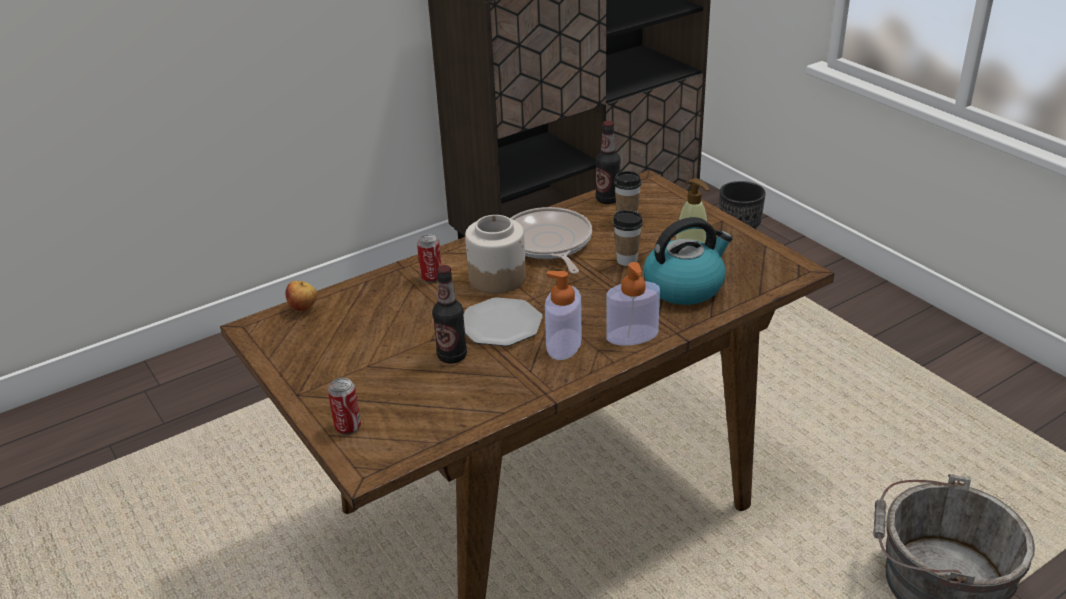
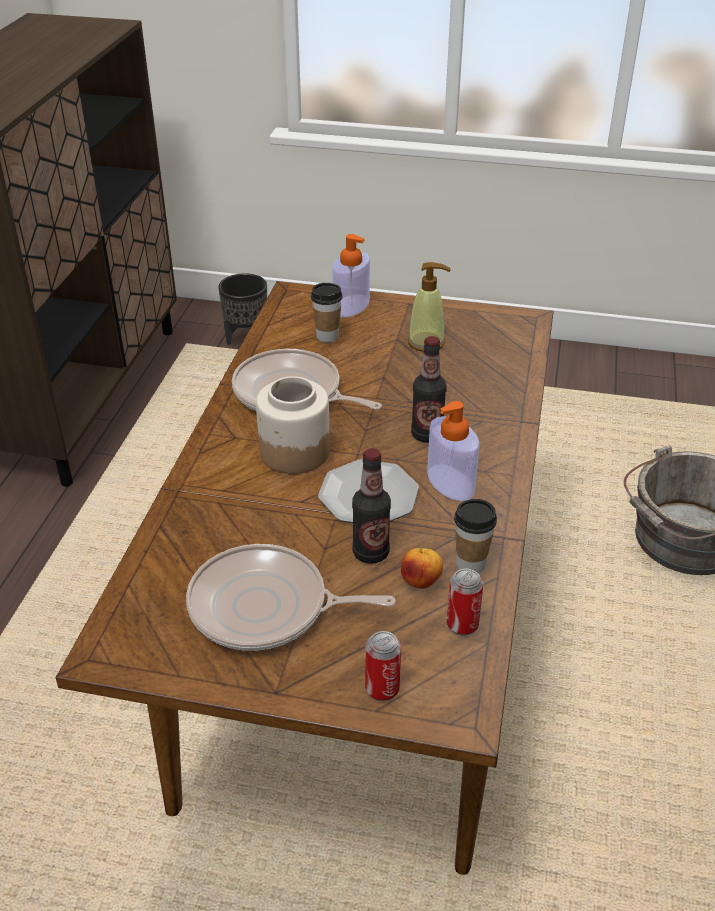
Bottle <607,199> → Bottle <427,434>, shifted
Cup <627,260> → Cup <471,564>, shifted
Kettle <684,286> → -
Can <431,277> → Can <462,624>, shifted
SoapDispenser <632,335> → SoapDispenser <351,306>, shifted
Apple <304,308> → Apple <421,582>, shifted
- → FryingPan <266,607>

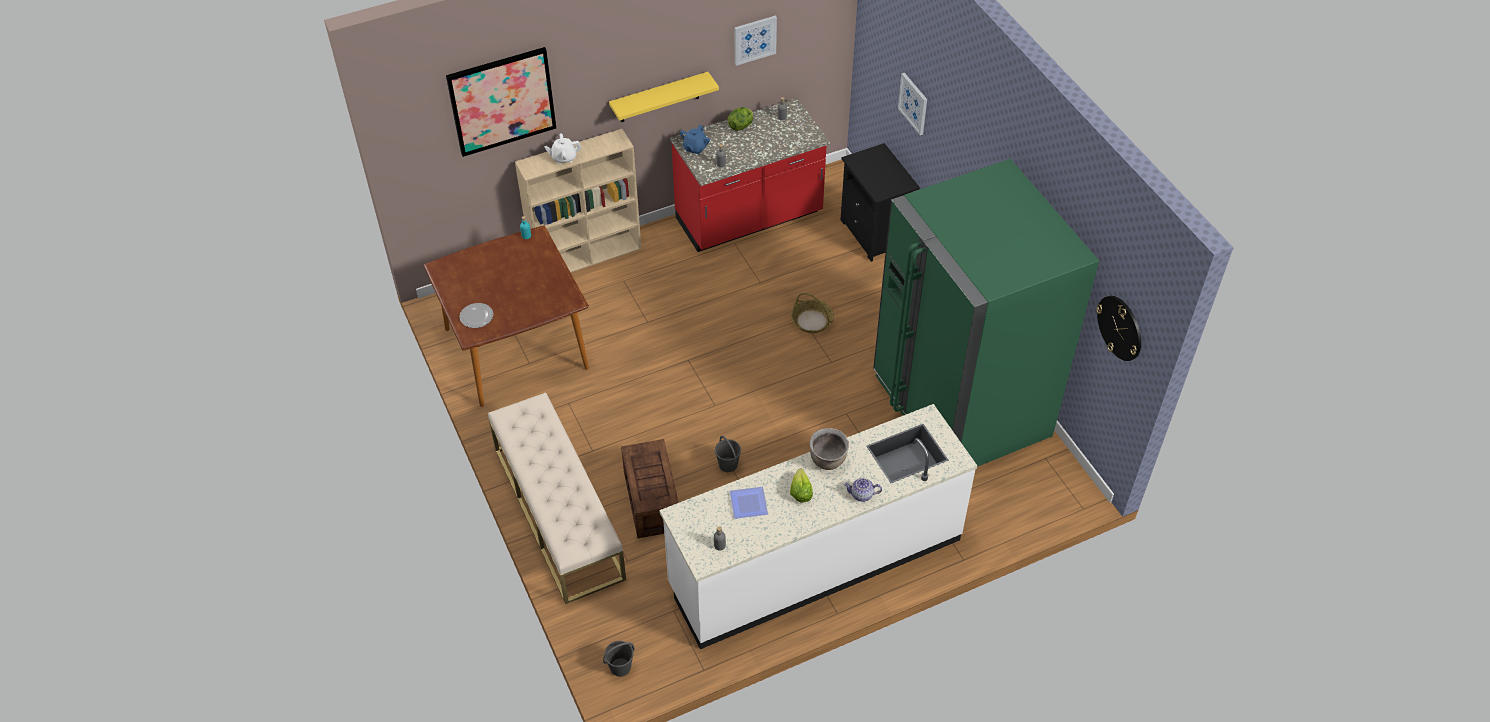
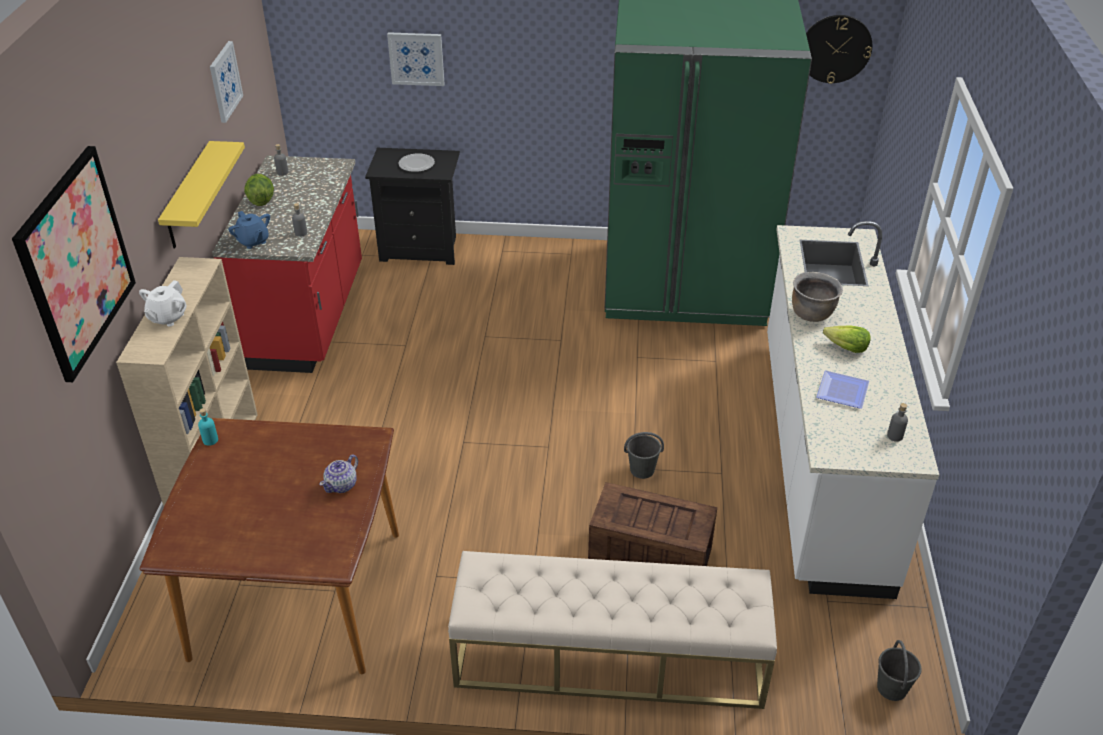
Basket <812,321> → -
Plate <476,317> → Plate <417,164>, shifted
Teapot <862,495> → Teapot <342,485>, shifted

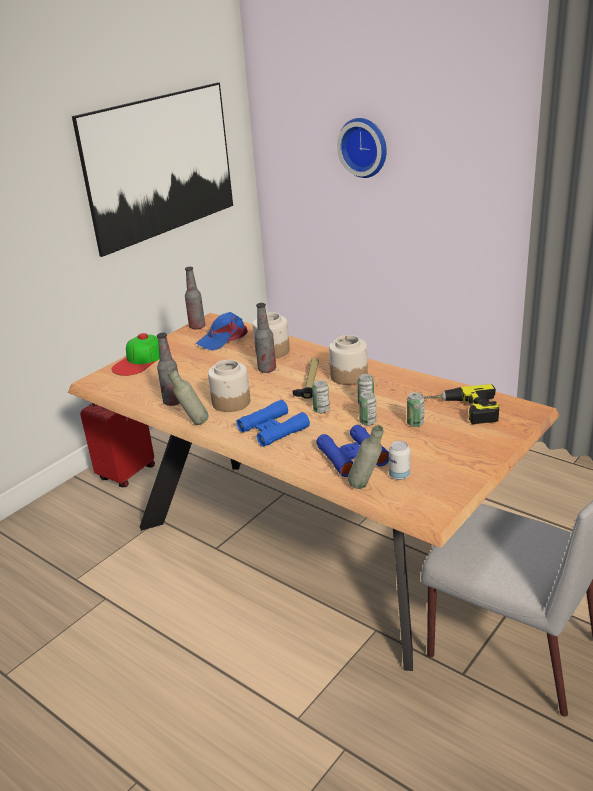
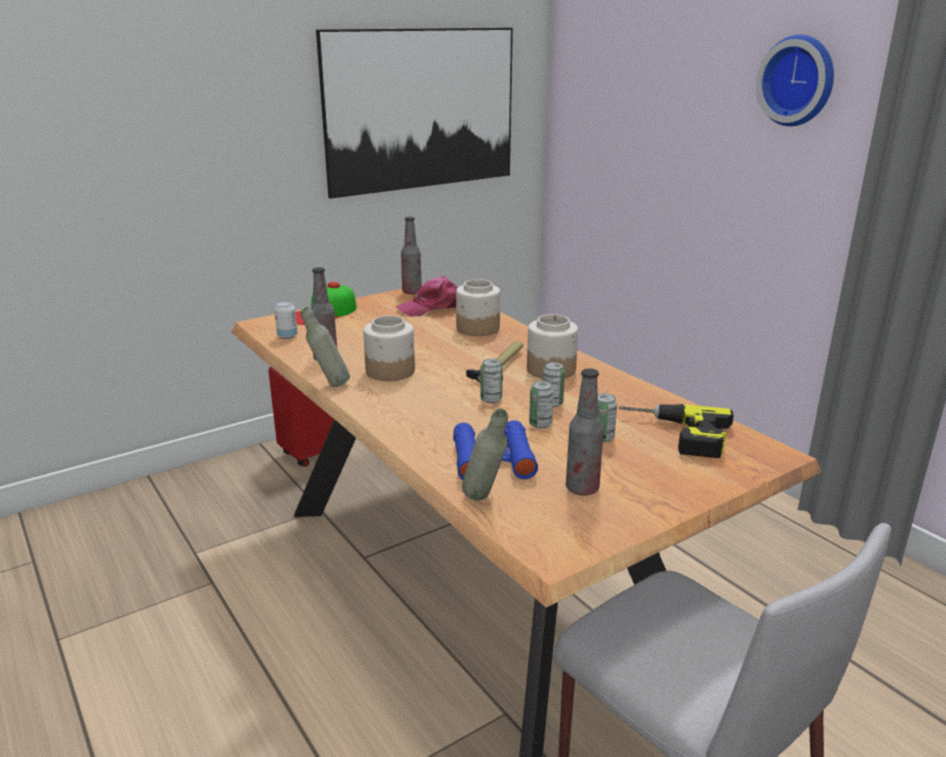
WallClock <364,147> → WallClock <798,80>, shifted
Bottle <267,369> → Bottle <582,488>, shifted
BlueCap <223,338> → PinkCap <432,307>
BlueBinoculars <273,429> → -
Can <399,475> → Can <287,336>, shifted

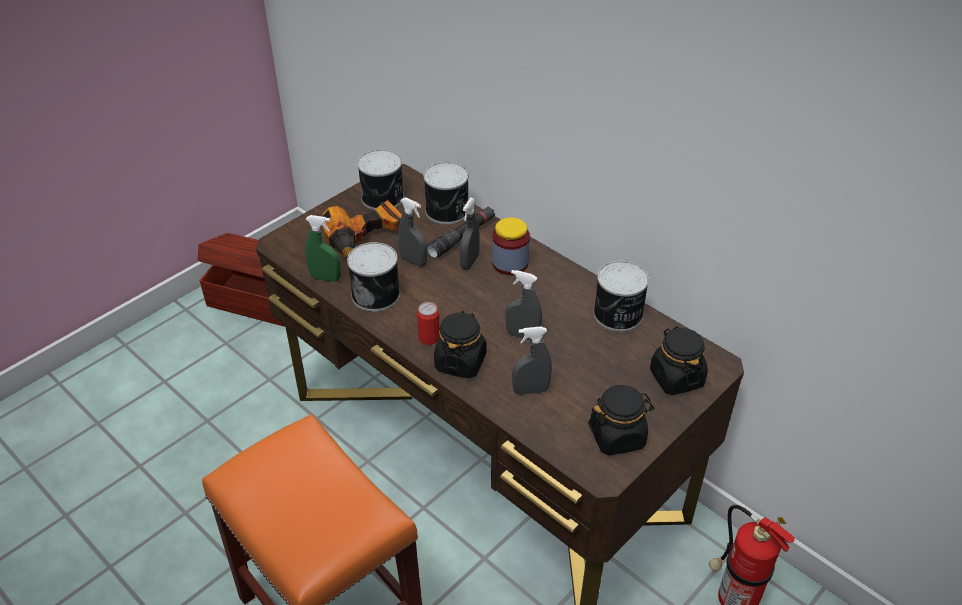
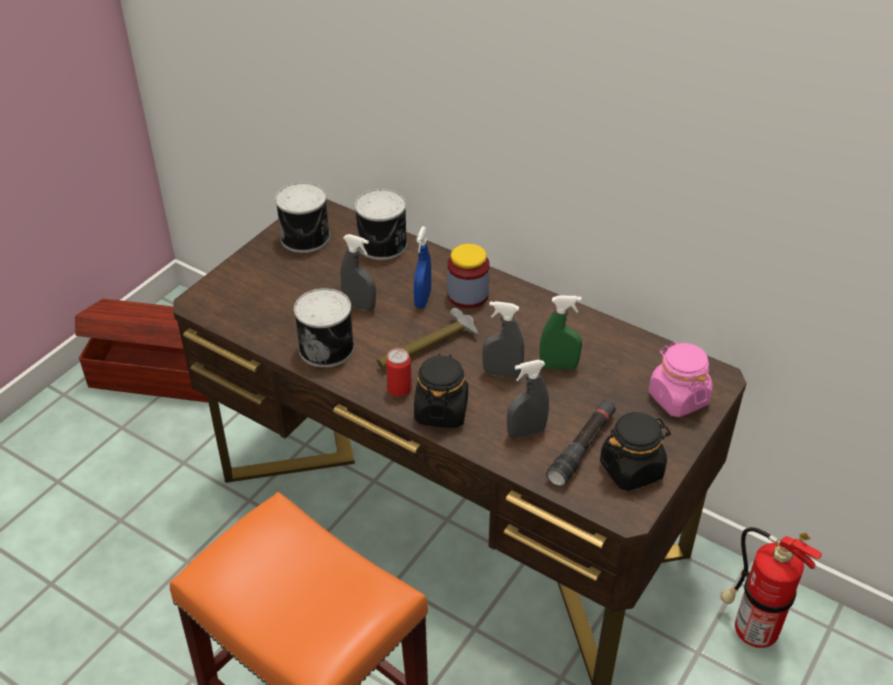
GreySprayBottle <469,262> → BlueSprayBottle <423,299>
PowerDrill <367,240> → -
BlackFlashlight <462,237> → BlackFlashlight <582,448>, shifted
GreenSprayBottle <325,278> → GreenSprayBottle <558,366>, shifted
Can <618,315> → -
BlackJar <676,378> → PinkJar <677,398>
- → Hammer <427,347>

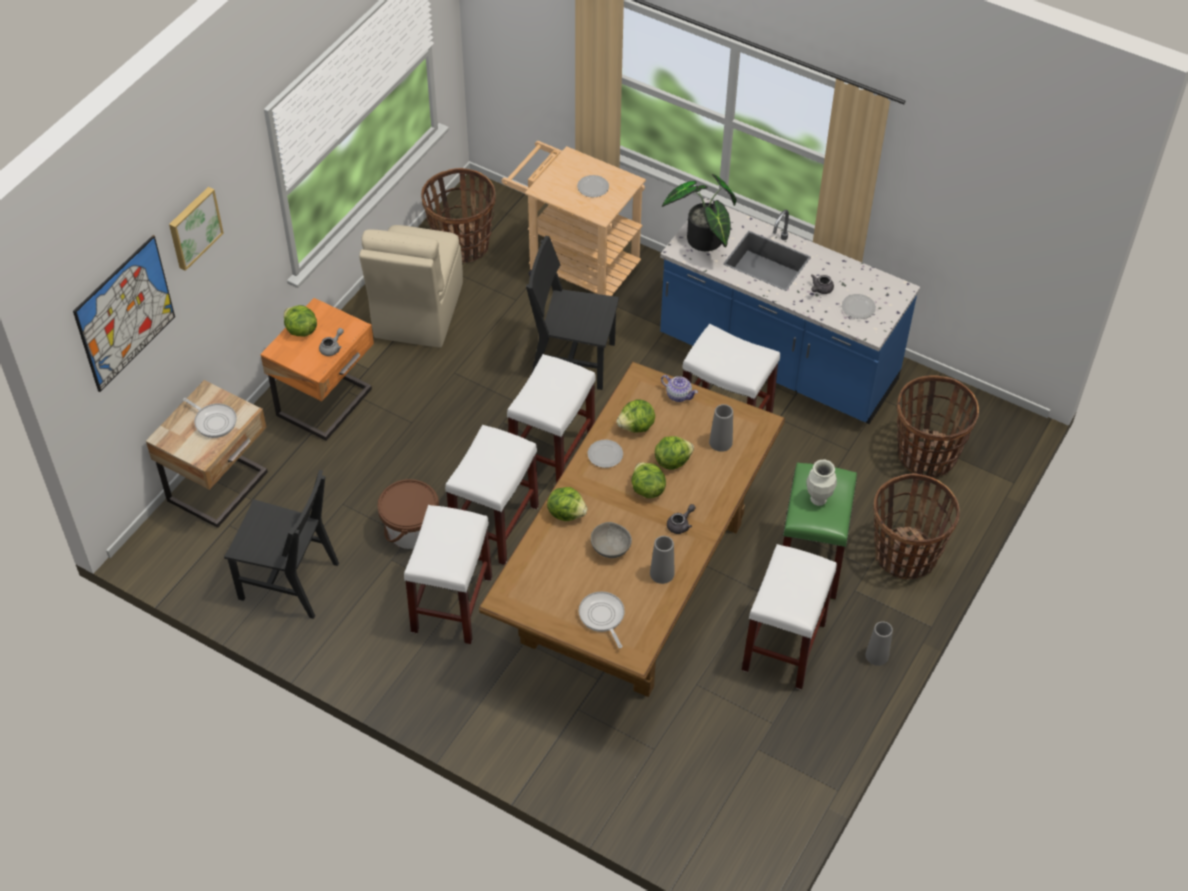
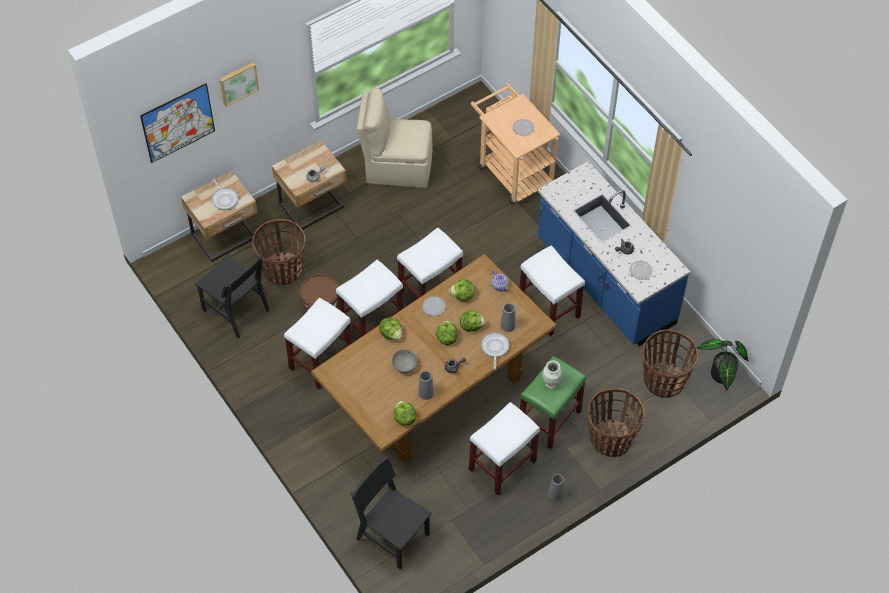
Basket <462,245> → Basket <282,270>, shifted
PottedPlant <703,243> → PottedPlant <721,376>, shifted
BeigeChair <417,313> → BeigeChair <397,167>, 60 degrees clockwise
BlackChair <572,360> → BlackChair <392,536>, shifted
OrangeNightstand <327,404> → BeigeNightstand <313,207>
Lettuce <300,330> → Lettuce <404,418>, shifted
FryingPan <602,617> → FryingPan <494,348>, shifted

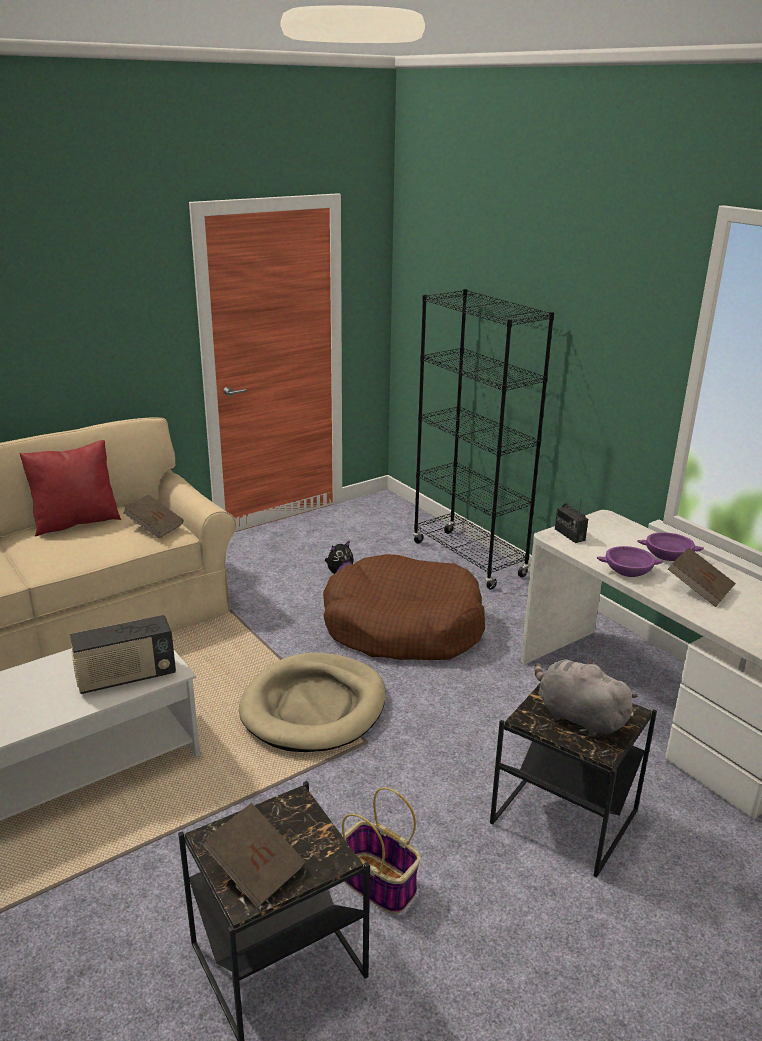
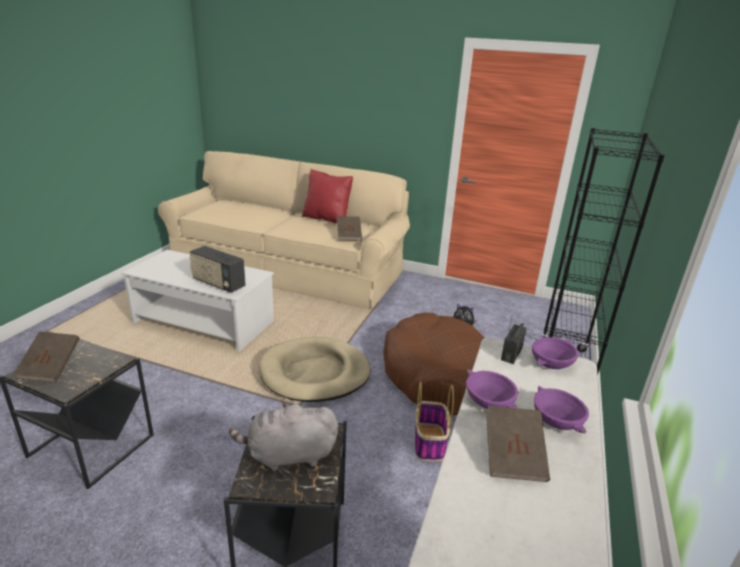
GreyPlushToy <577,717> → GreyPlushToy <288,455>, 105 degrees counterclockwise
Basket <379,883> → Basket <429,443>, shifted
- → PurpleBowl <552,362>

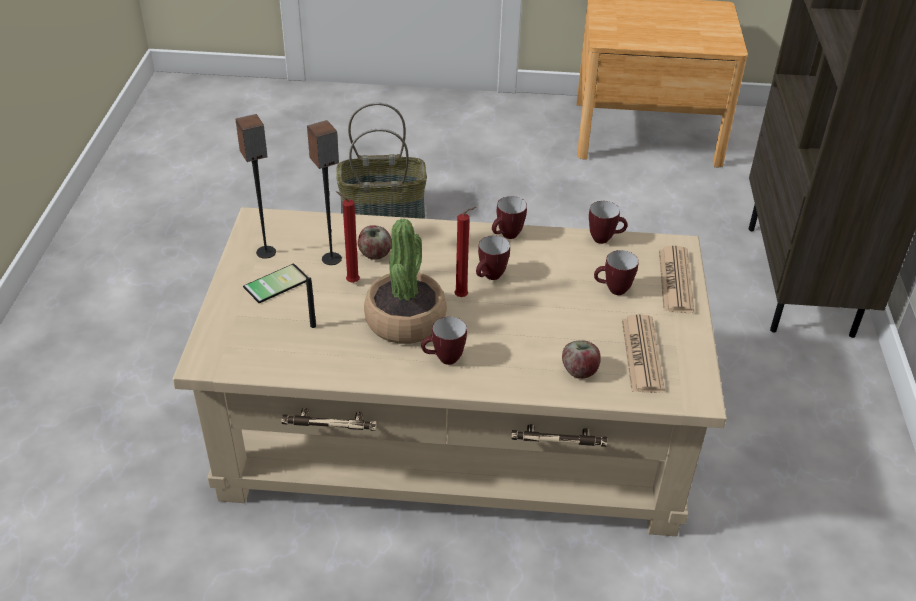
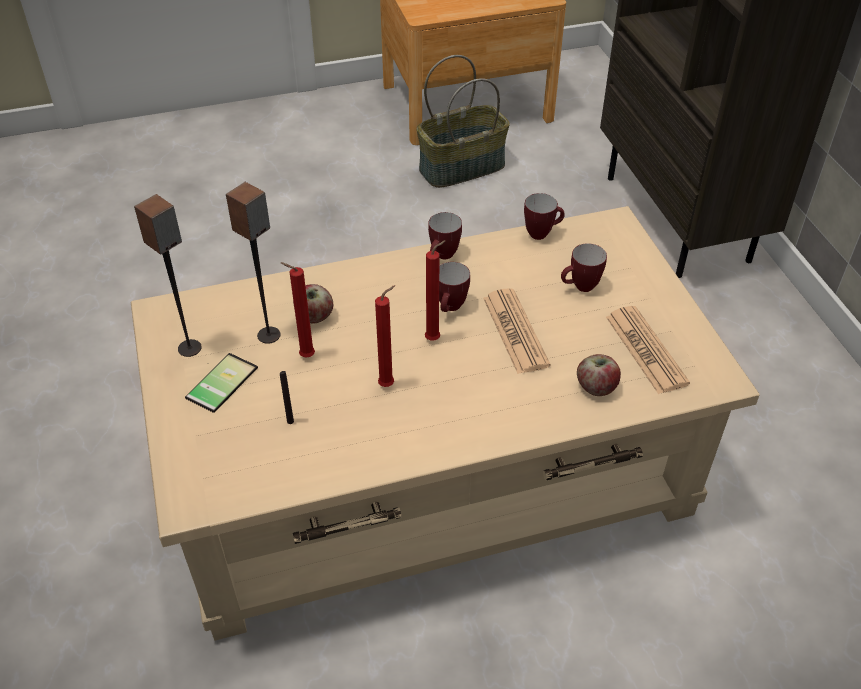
Basket <383,212> → Basket <462,166>, shifted
PottedPlant <405,321> → RedCandle <388,384>
Newspaper <675,280> → Newspaper <515,331>, shifted
Mug <443,360> → -

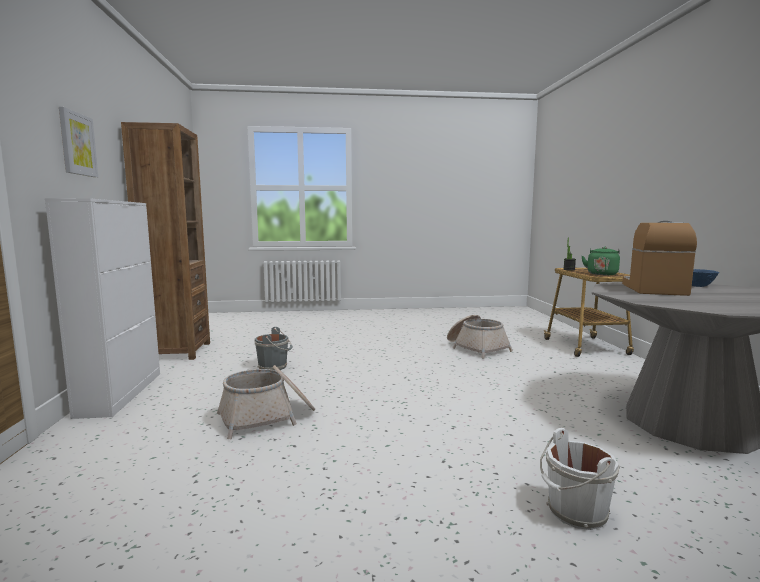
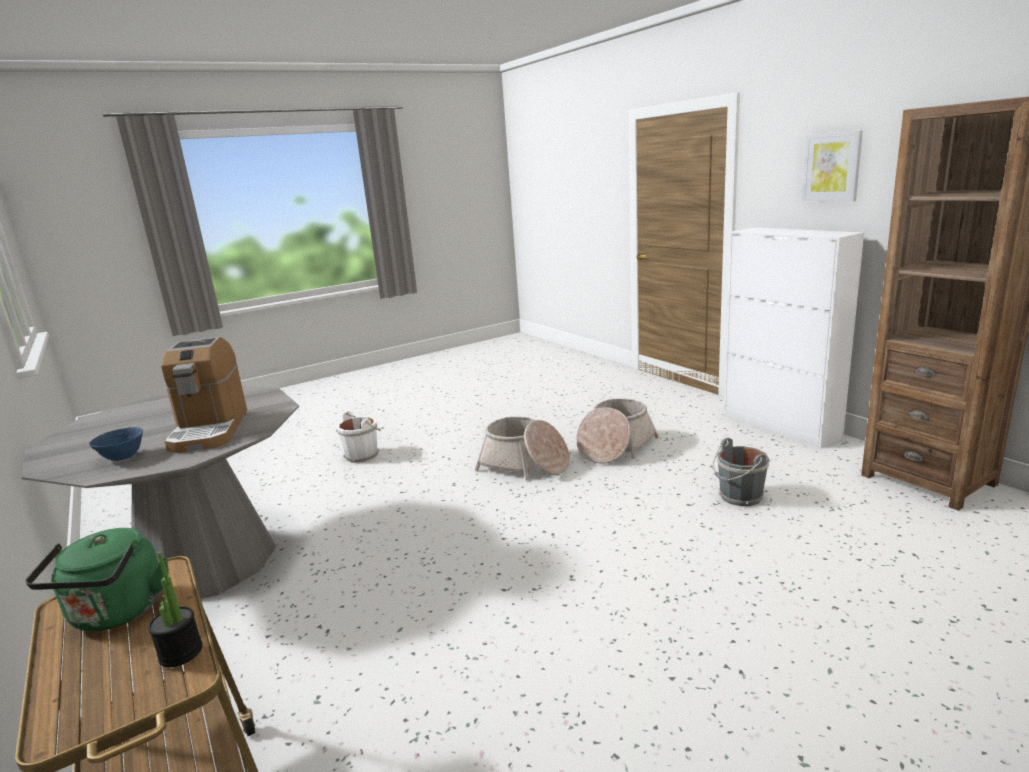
Basket <476,348> → Basket <525,465>, shifted

